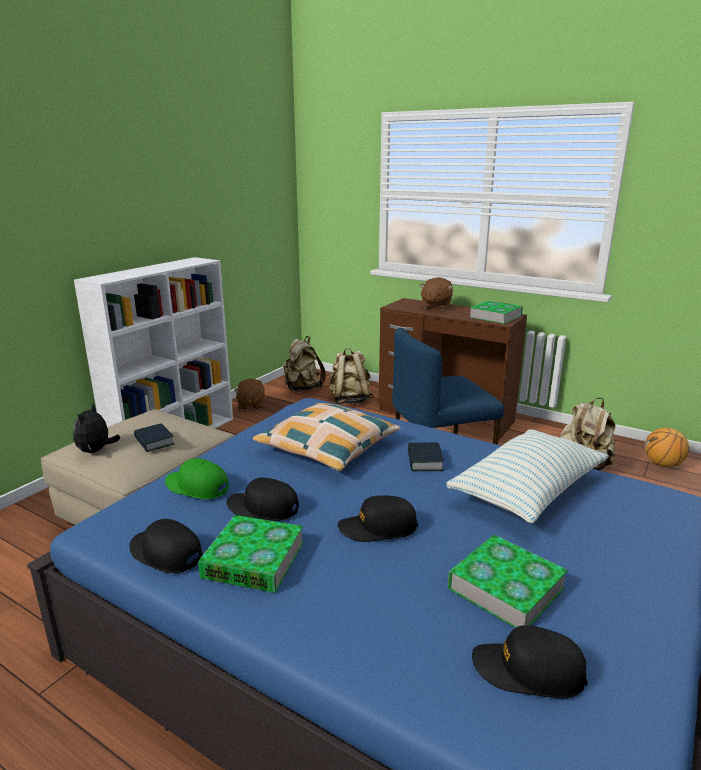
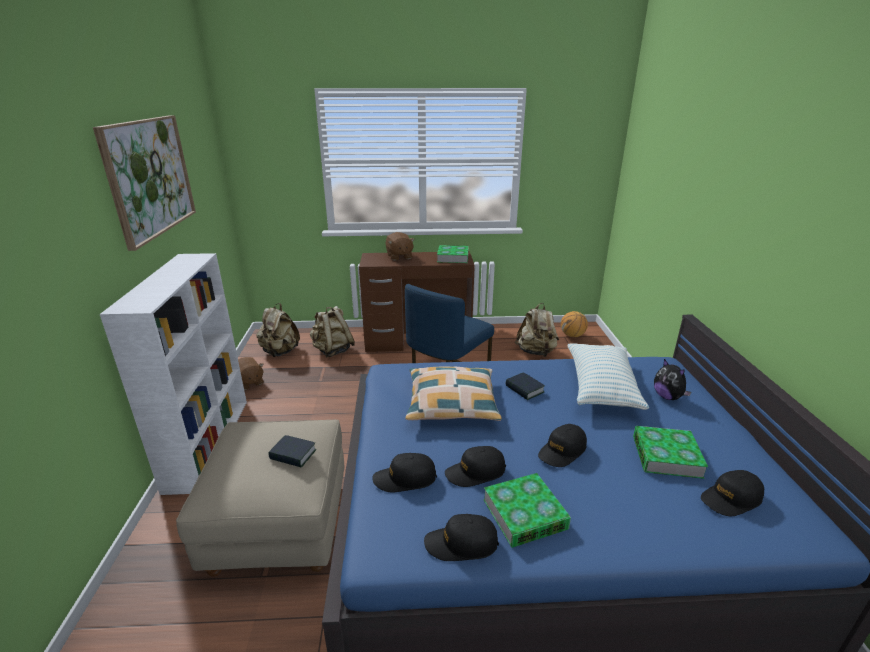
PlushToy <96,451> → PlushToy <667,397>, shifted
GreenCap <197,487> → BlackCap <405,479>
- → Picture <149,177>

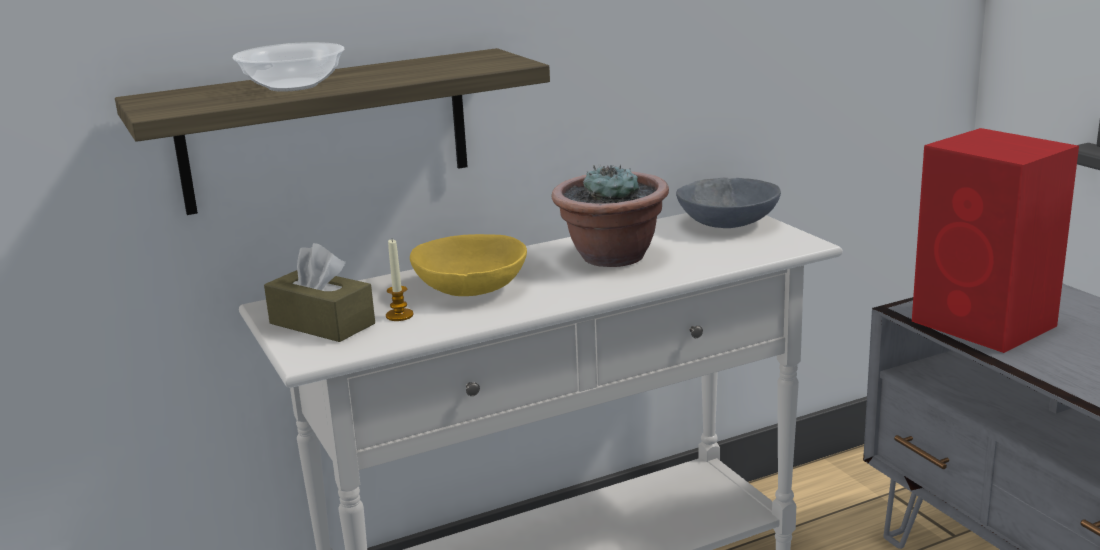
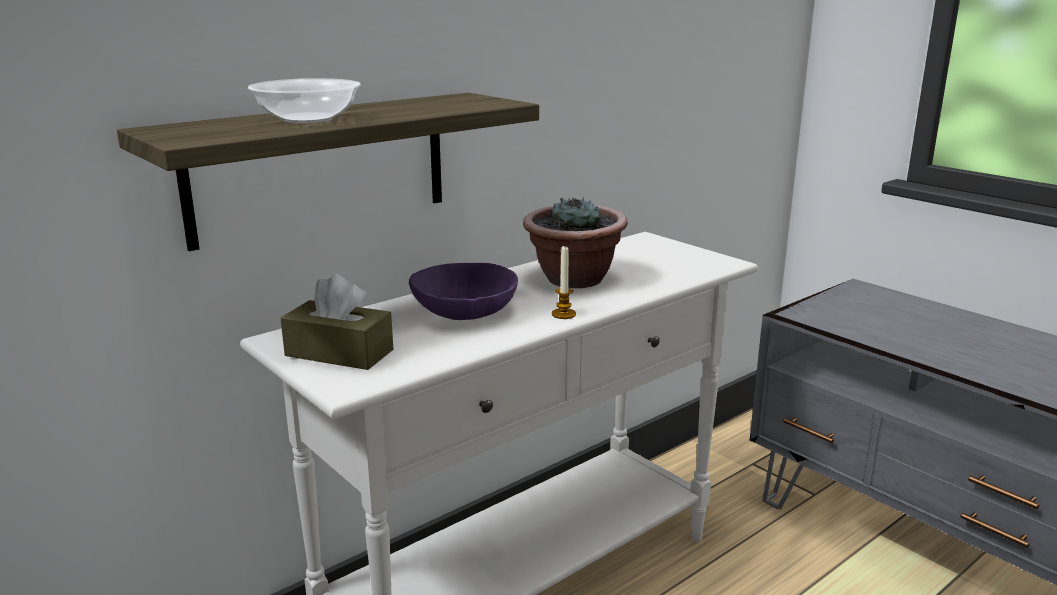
RedSpeaker <986,324> → -
GreyBowl <727,223> → -
YellowBowl <471,287> → PurpleBowl <464,312>
Candle <399,315> → Candle <563,314>, shifted

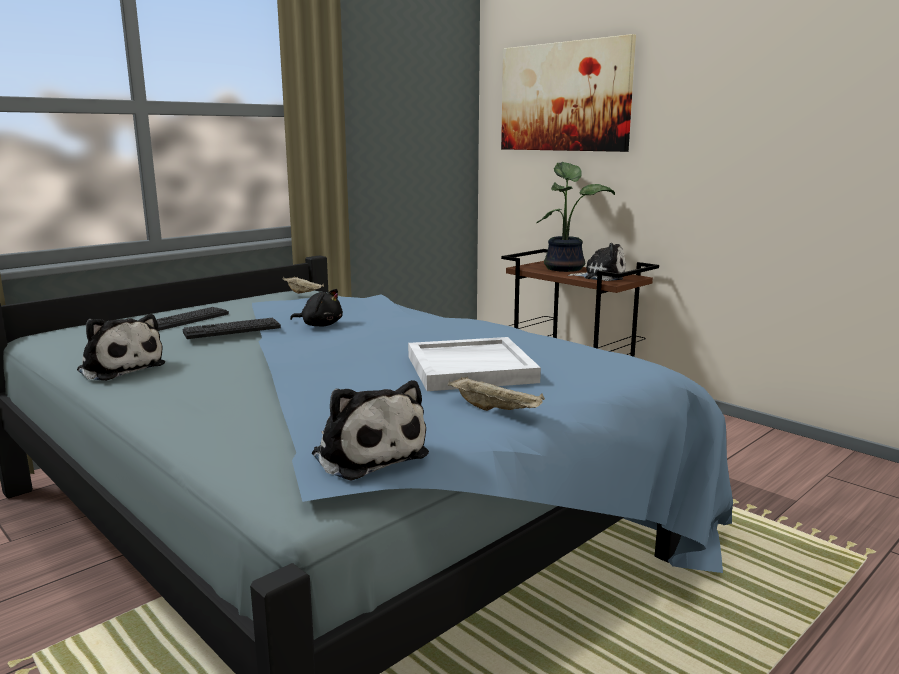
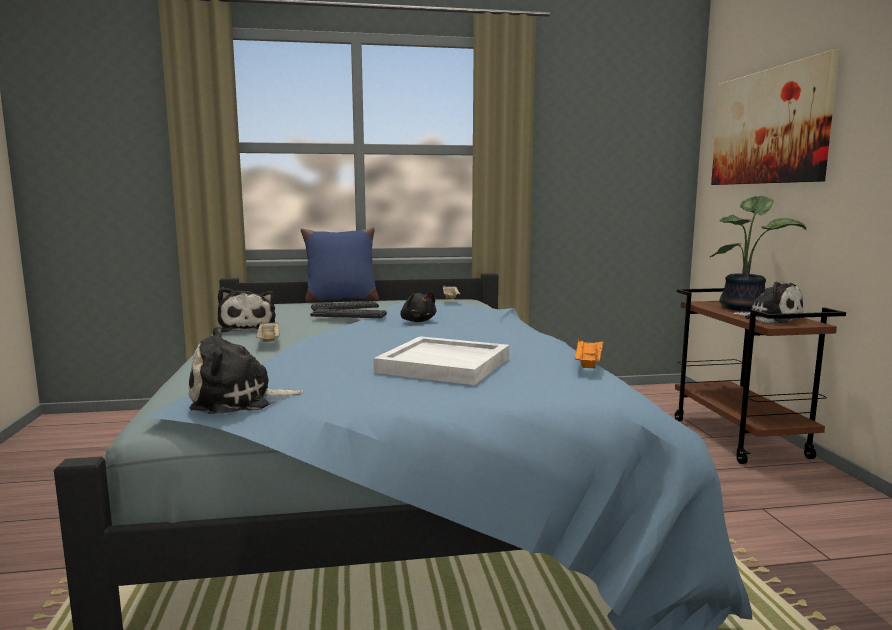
BeigeTray <496,410> → BeigeTray <269,342>, shifted
PlushToy <367,454> → PlushToy <238,400>, 75 degrees clockwise
- → BluePillow <340,300>
- → OrangeTray <588,364>

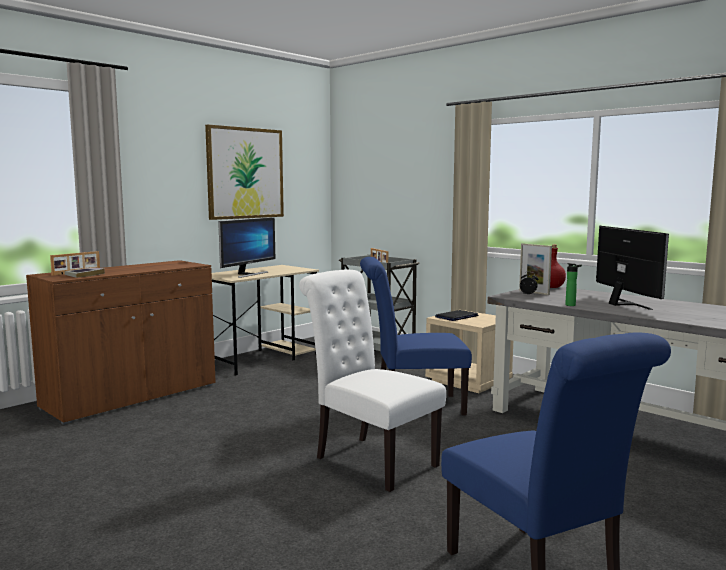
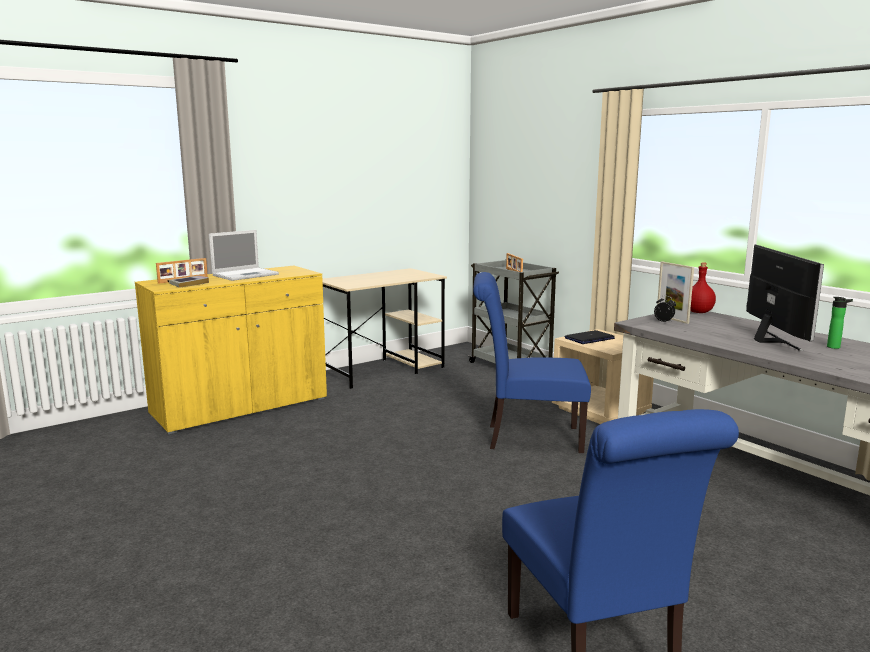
Picture <245,173> → -
Monitor <248,274> → -
BrownCabinet <131,396> → YellowCabinet <240,407>
Bottle <572,305> → Bottle <835,347>, shifted
WhiteChair <370,459> → -
- → Laptop <246,274>

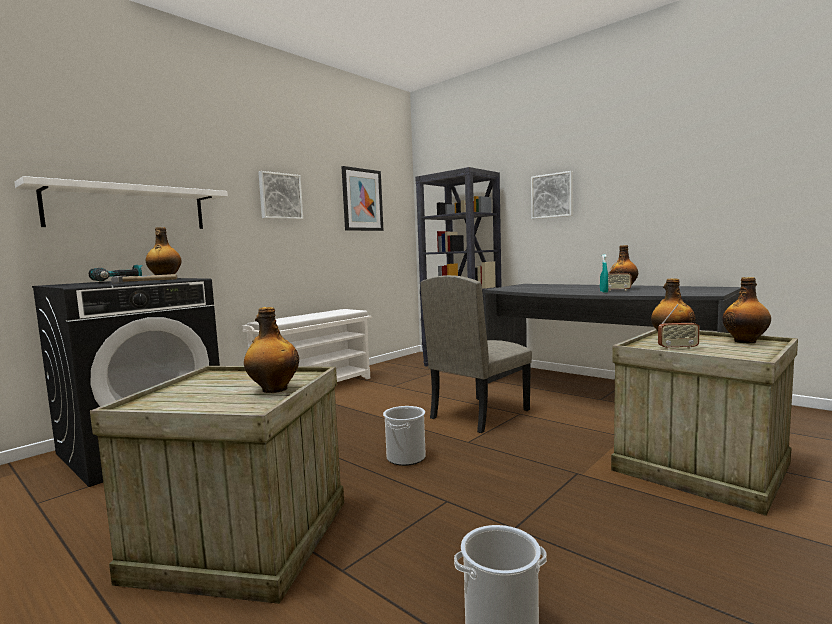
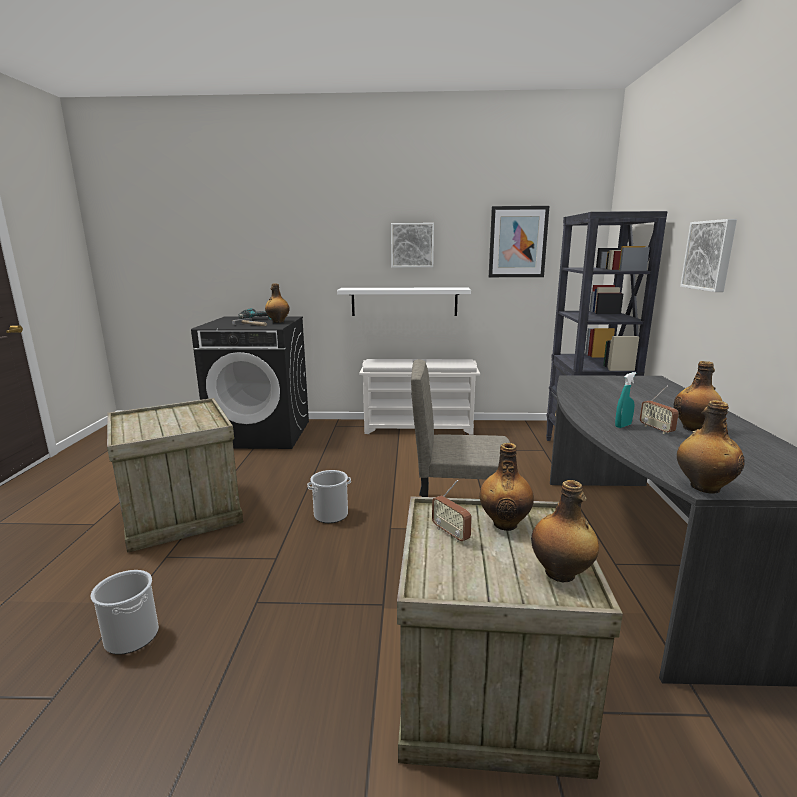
WhiteShelf <128,208> → WhiteShelf <404,301>, shifted
Bottle <273,389> → Bottle <703,487>, shifted

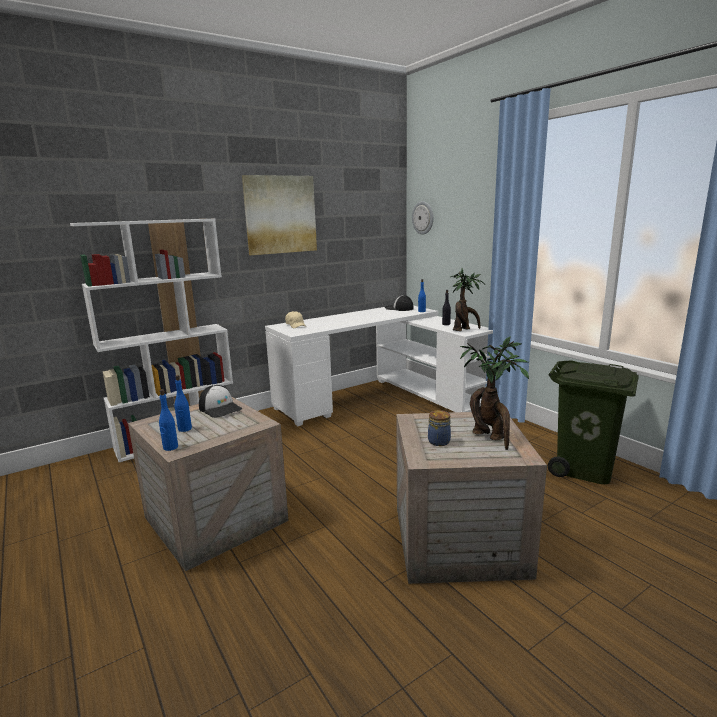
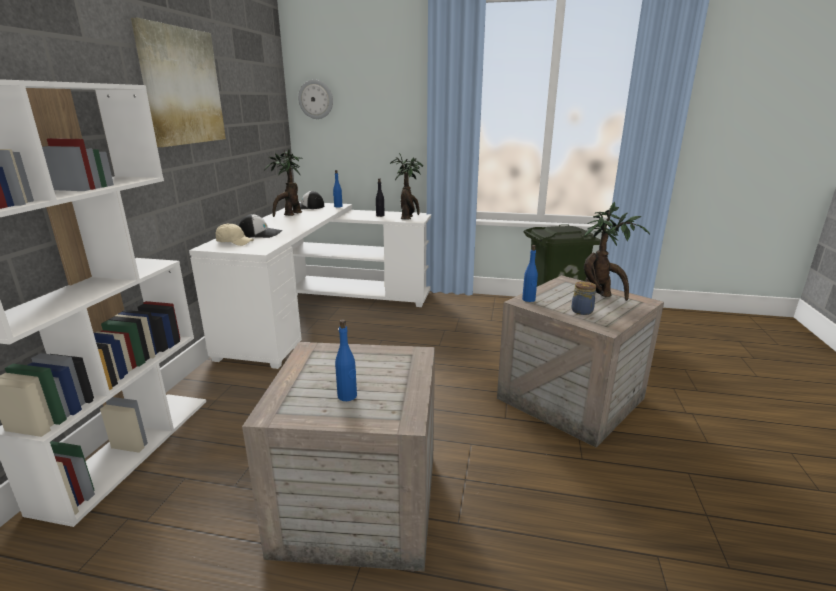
Cap <220,408> → Cap <260,234>, shifted
BlueBottle <170,447> → BlueBottle <528,299>, shifted
- → PottedPlant <290,215>

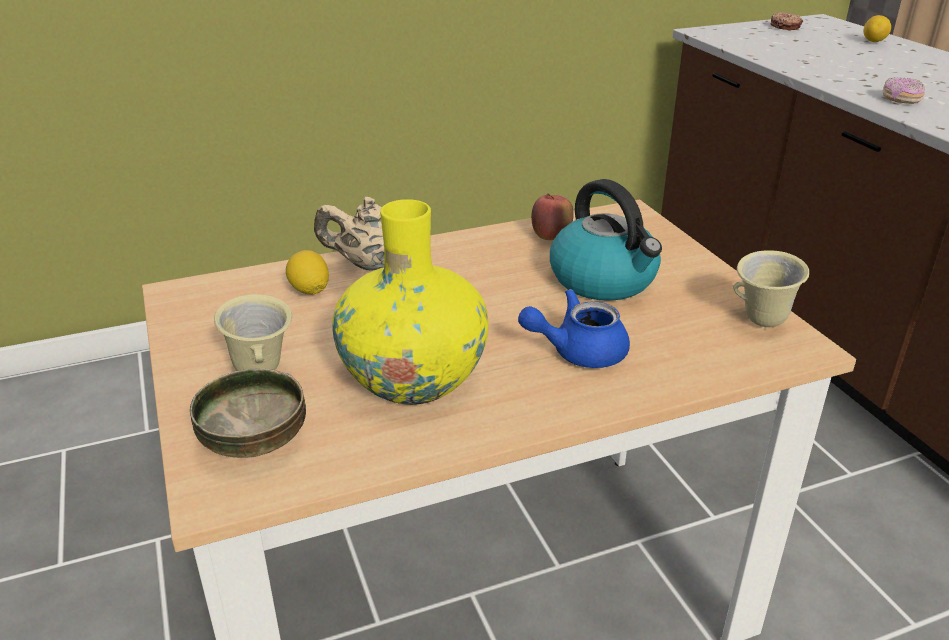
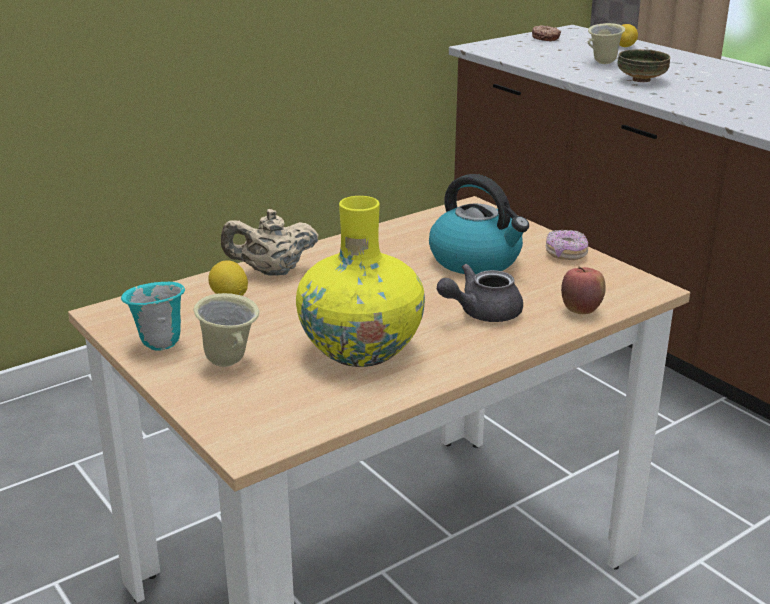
Donut <901,99> → Donut <566,254>, shifted
Apple <551,237> → Apple <581,311>, shifted
BeigeMug <761,323> → BeigeMug <603,63>, shifted
BlueTeapot <577,352> → GreyTeapot <481,313>
Bowl <256,442> → Bowl <641,80>, shifted
- → TurquoiseMug <158,344>

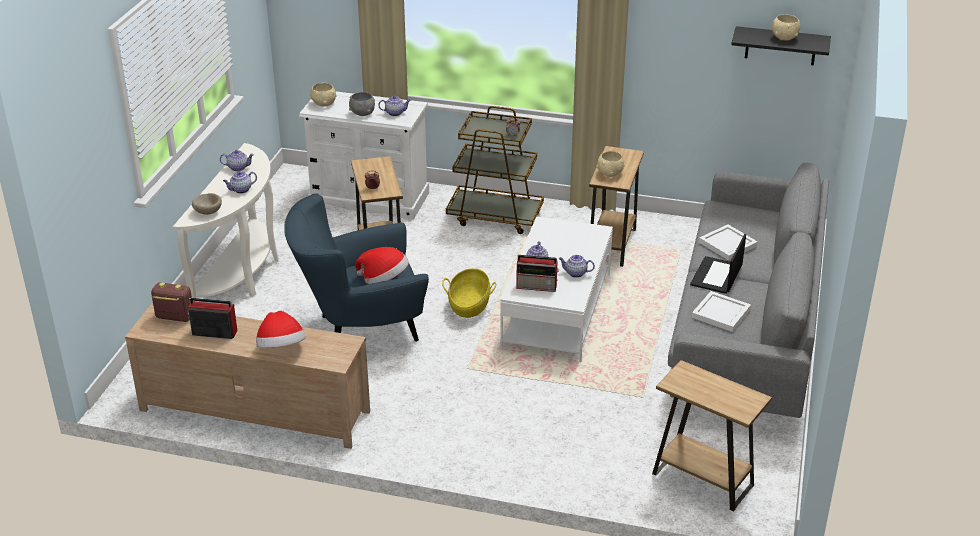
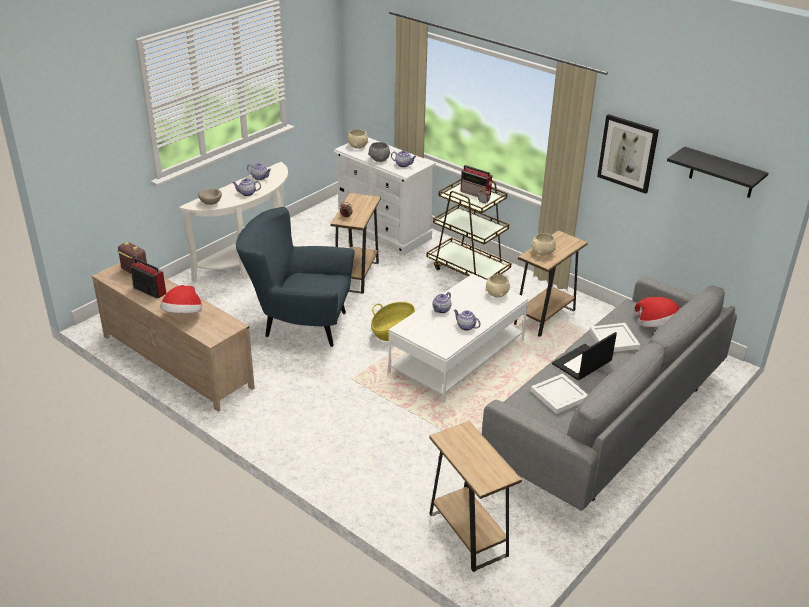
BeigeBowl <784,38> → BeigeBowl <496,294>, shifted
Hat <384,279> → Hat <656,325>, shifted
Radio <537,286> → Radio <476,194>, shifted
- → Picture <628,153>

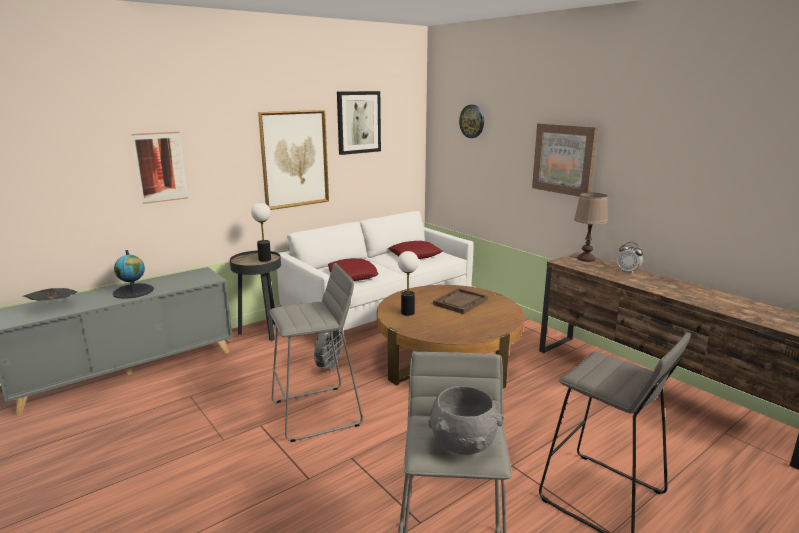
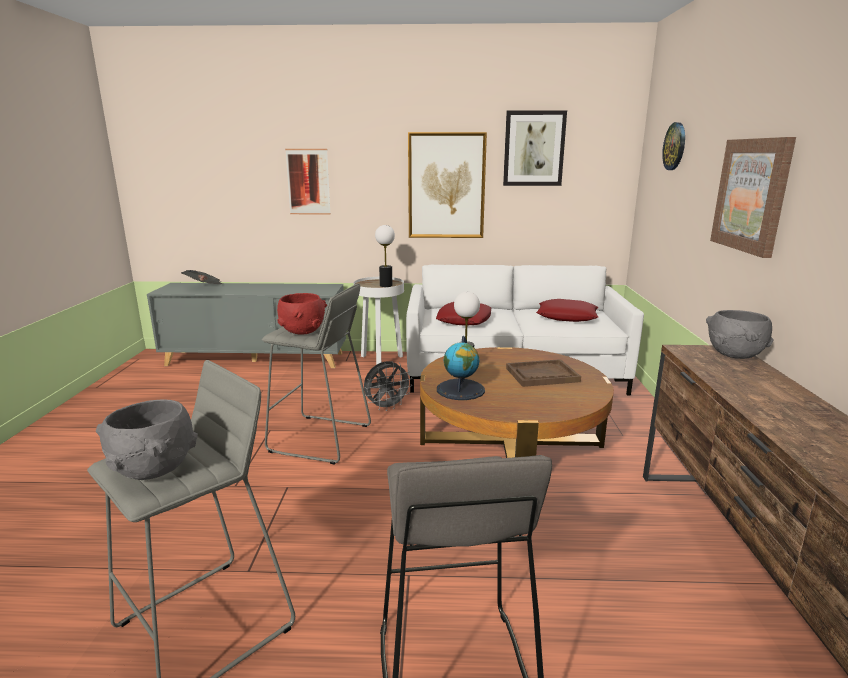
BrownTableLamp <586,259> → GreyBowl <734,355>
AlarmClock <628,271> → -
Globe <133,291> → Globe <460,389>, shifted
BlackSideTable <262,332> → WhiteSideTable <381,361>
- → RedBowl <302,332>

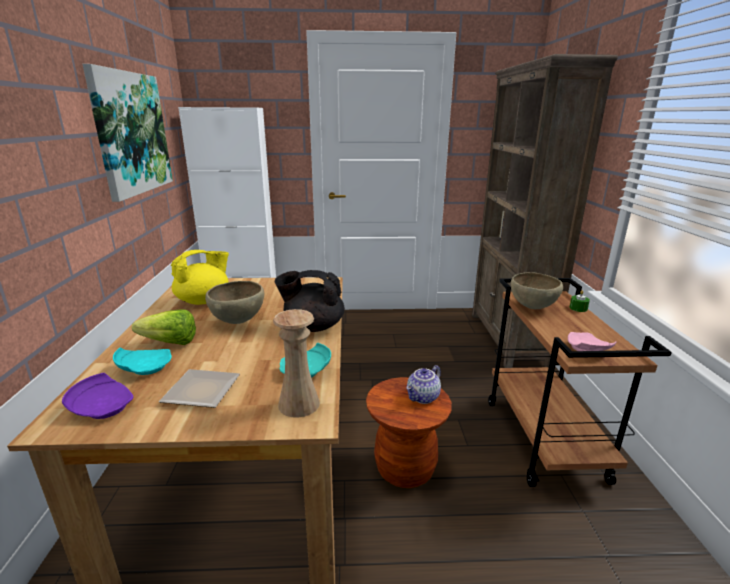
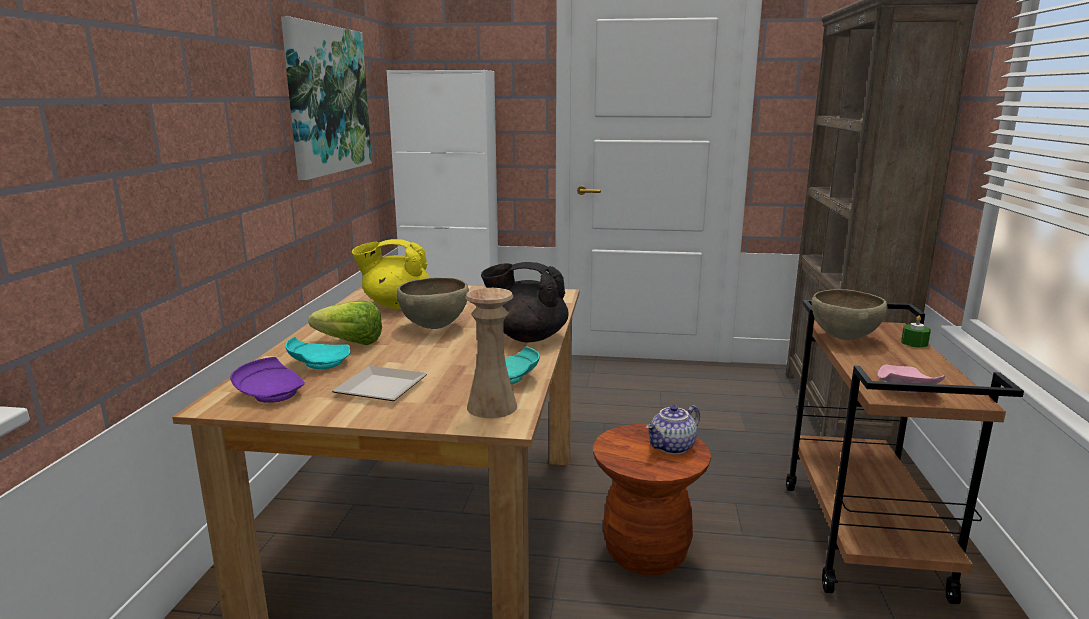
YellowTeapot <204,300> → YellowTeapot <396,305>, 150 degrees counterclockwise

